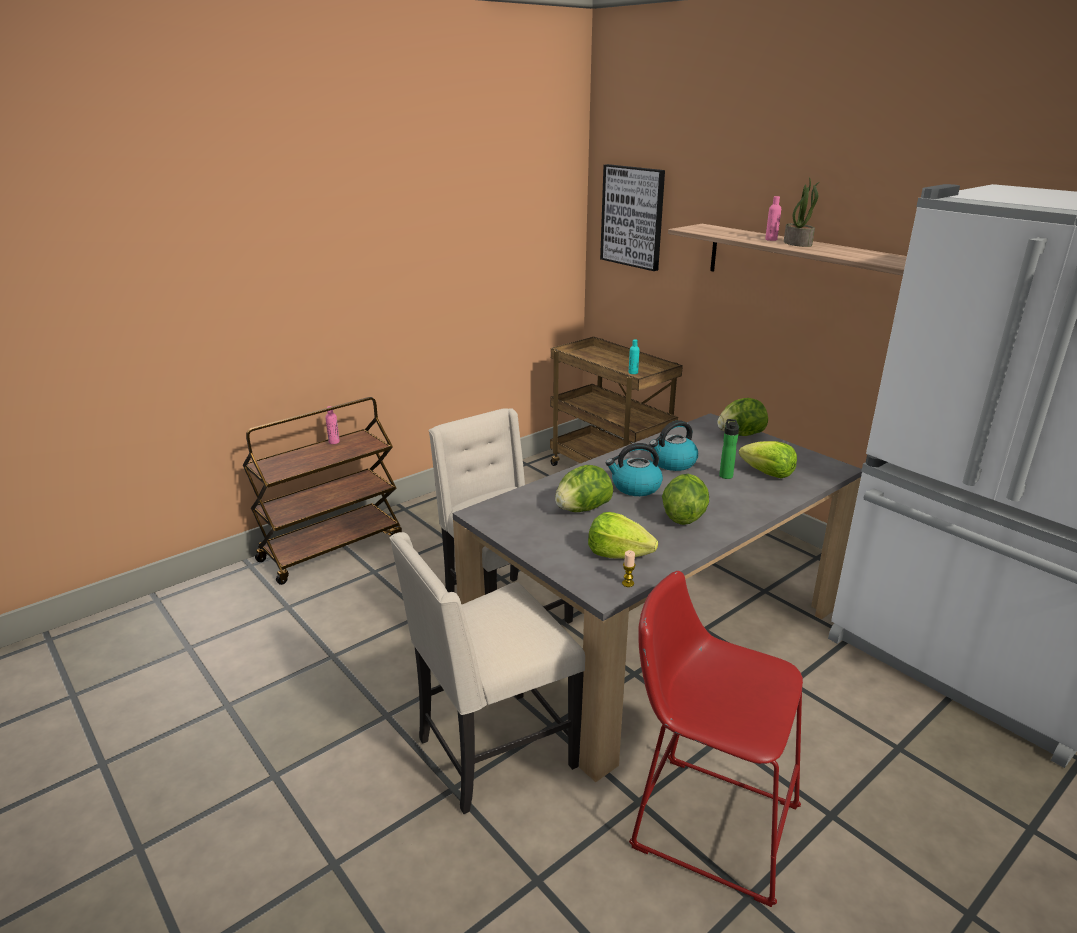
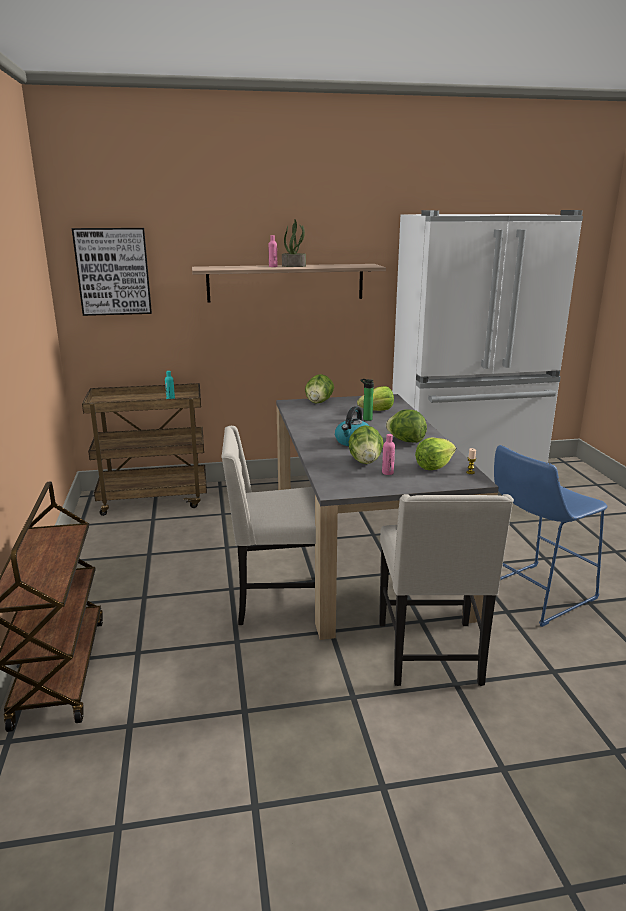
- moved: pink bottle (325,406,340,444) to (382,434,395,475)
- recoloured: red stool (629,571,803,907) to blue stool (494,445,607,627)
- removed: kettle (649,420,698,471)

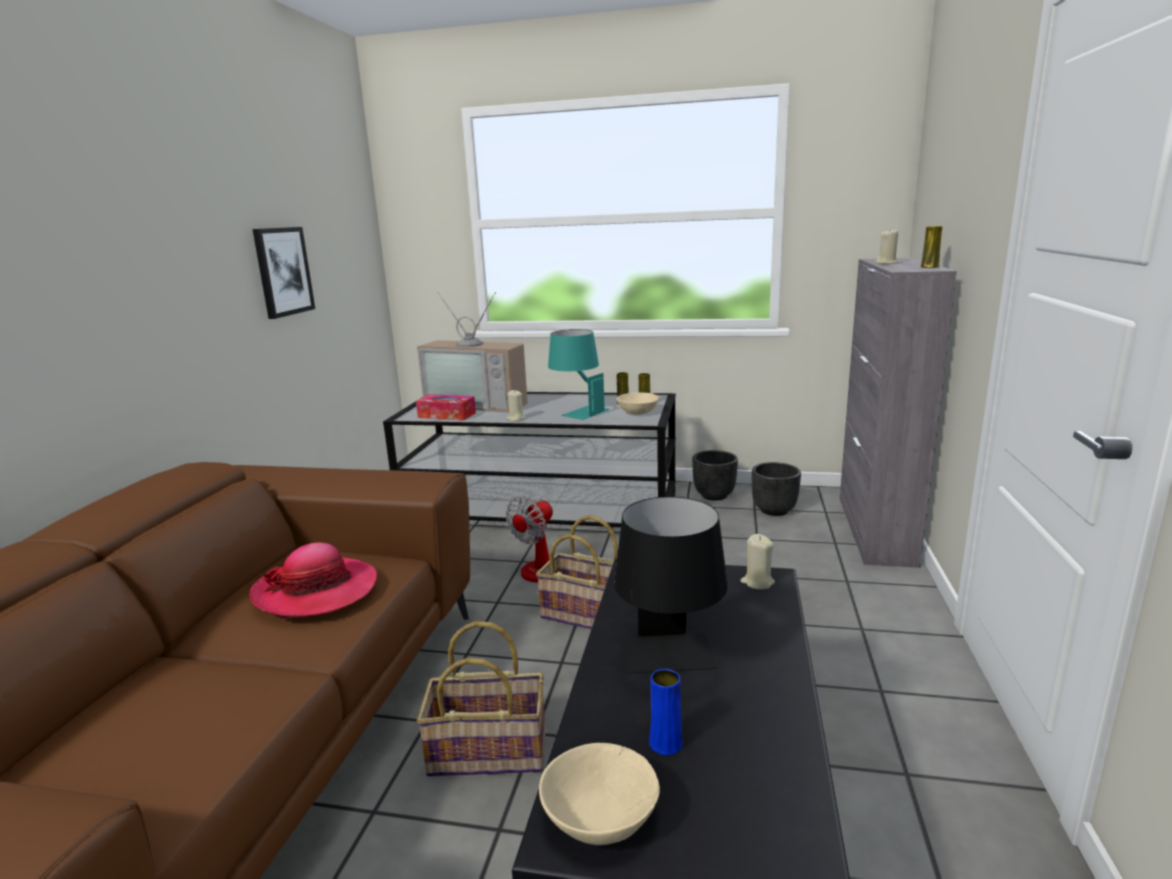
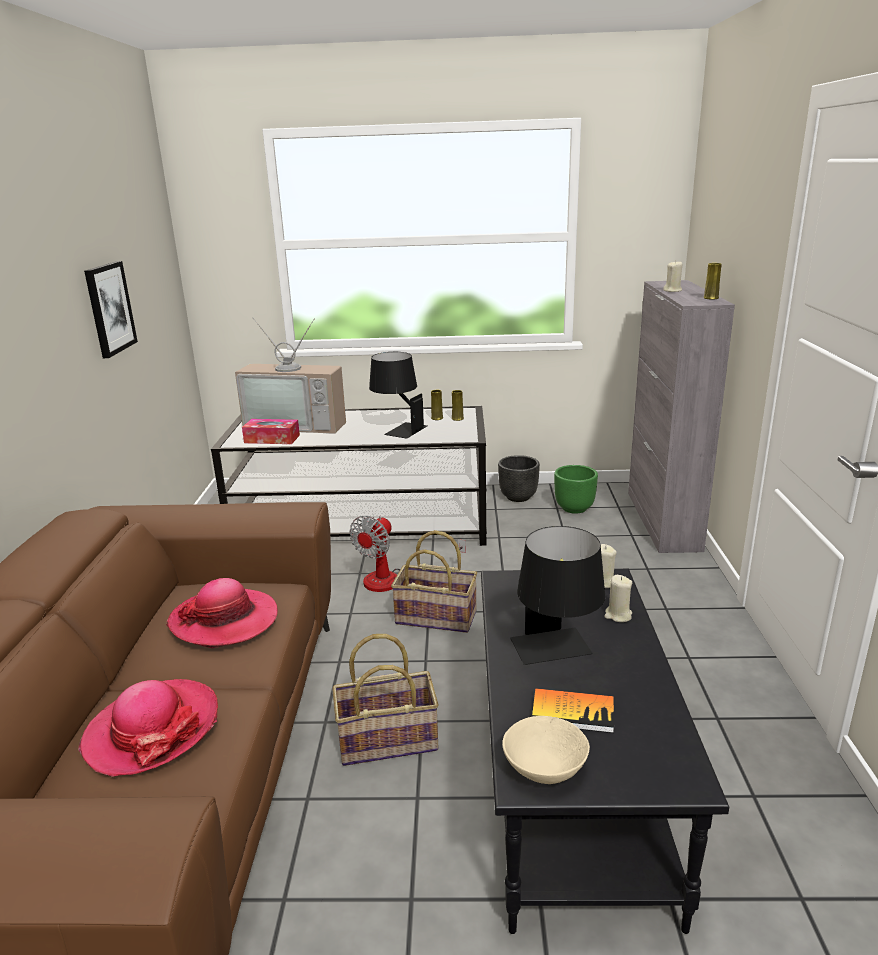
- added: hat (79,679,218,777)
- recoloured: turquoise table lamp (548,329,610,420) to black table lamp (369,352,427,439)
- replaced: blue vase (649,669,683,755) to book (532,688,614,733)
- recoloured: black planter (752,462,801,516) to green planter (554,465,598,514)
- moved: beige candle (506,390,526,421) to (604,575,632,622)
- removed: beige bowl (616,393,659,415)

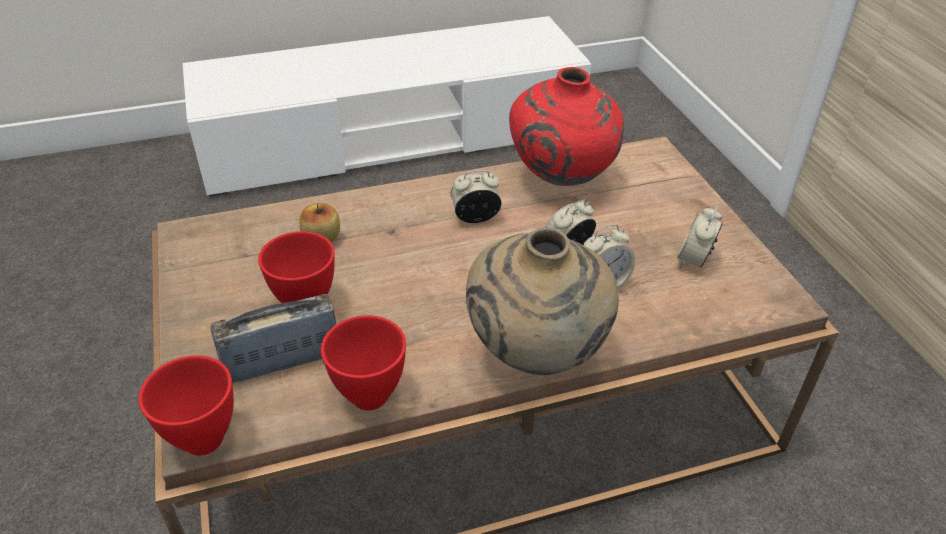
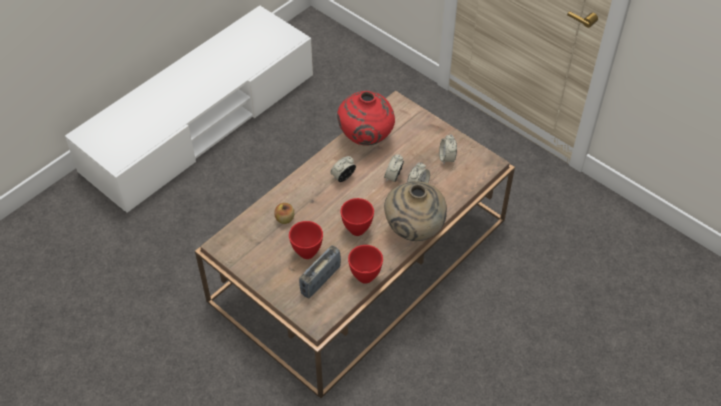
- moved: red bowl (139,355,234,455) to (341,198,374,236)

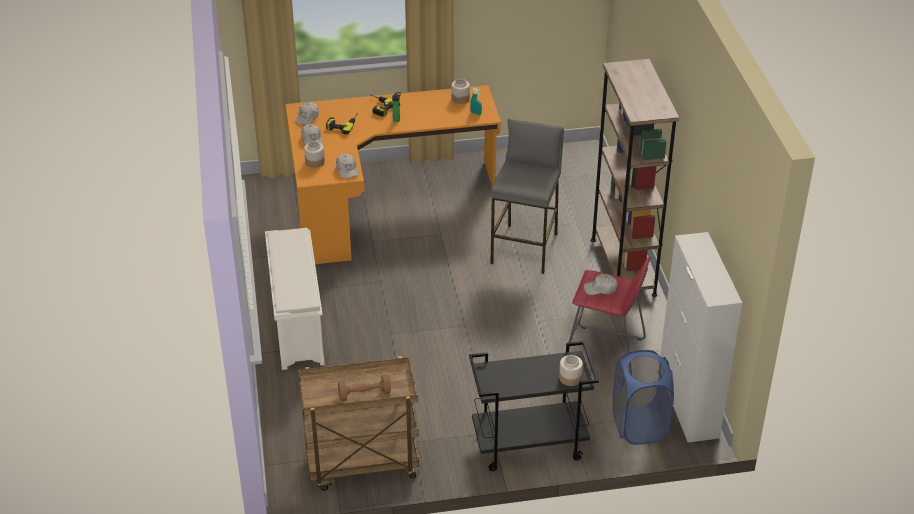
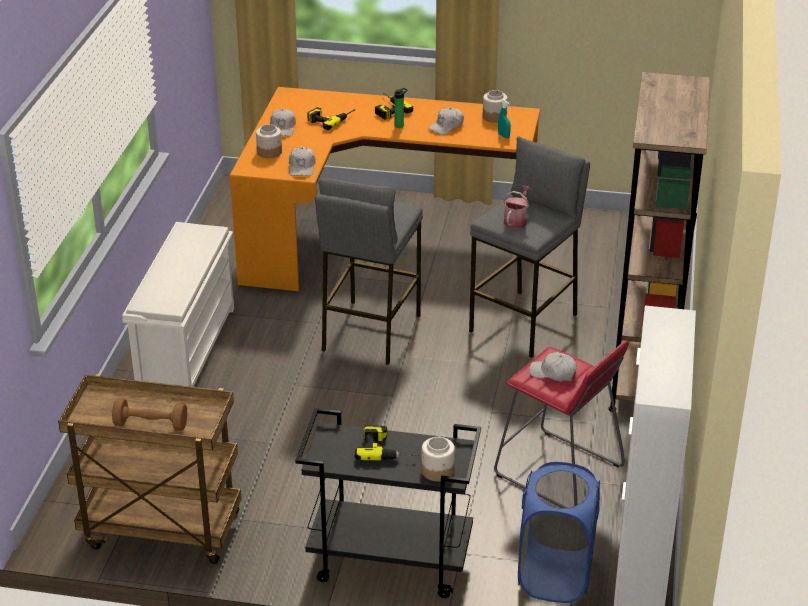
- added: grey stool (315,178,423,365)
- added: power drill (355,425,419,461)
- moved: white cap (295,102,319,125) to (428,107,464,135)
- added: watering can (503,185,532,229)

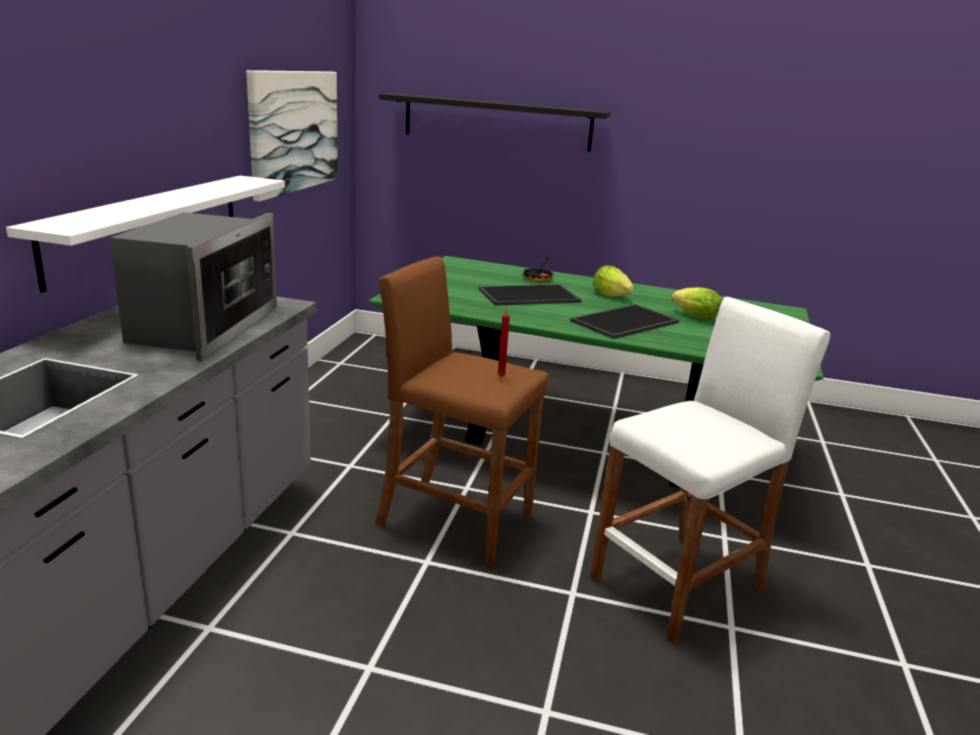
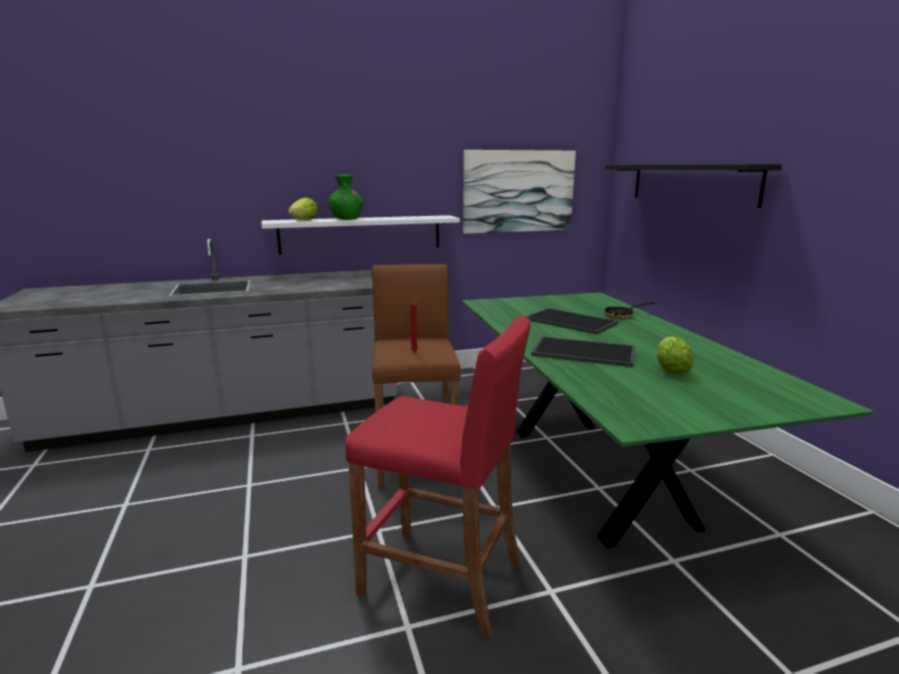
- moved: lettuce (593,265,634,297) to (288,198,318,220)
- added: green vase (328,174,363,220)
- recoloured: white stool (590,297,830,644) to red stool (345,316,530,638)
- removed: microwave (110,212,277,361)

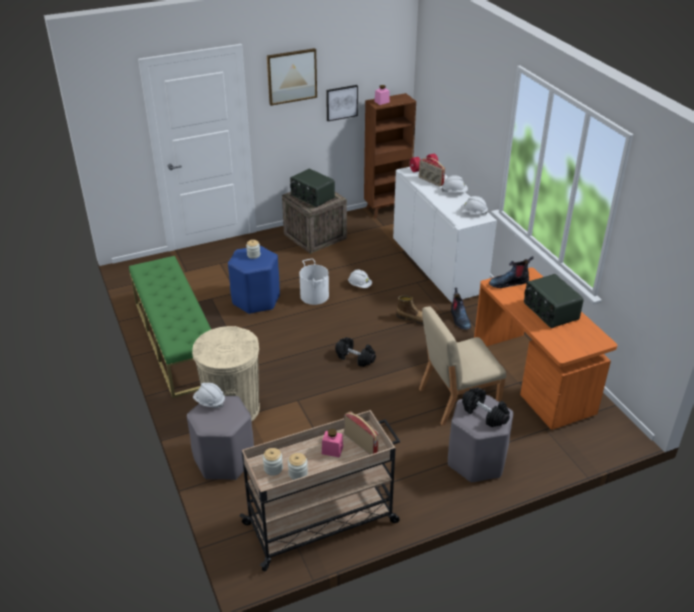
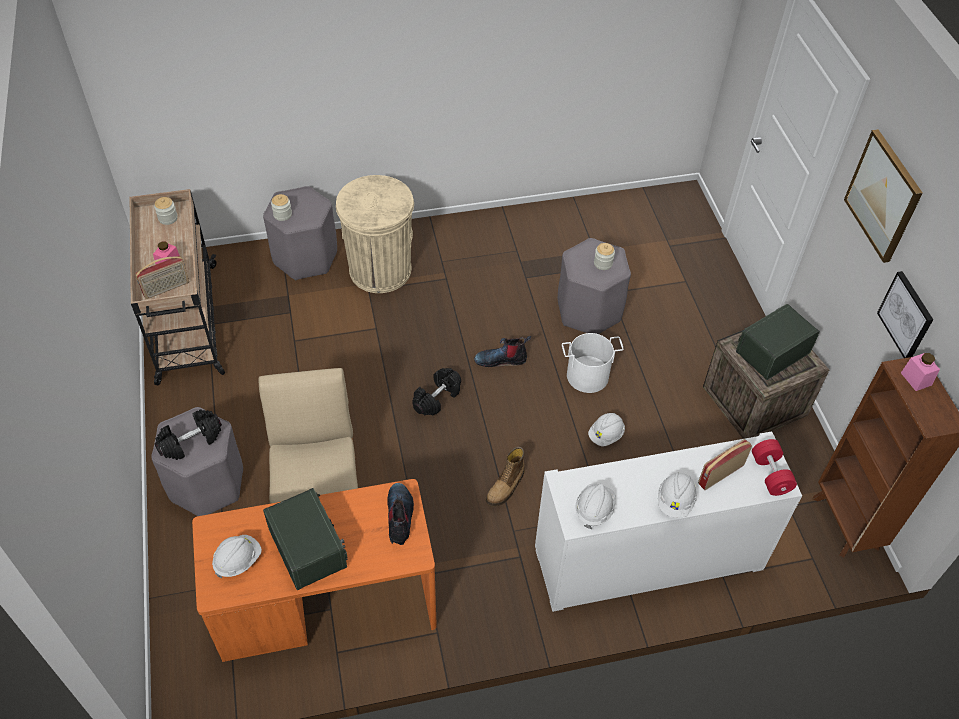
- moved: white hard hat (193,383,225,408) to (212,535,262,579)
- turned: radio (524,274,583,328) = (263,488,348,590) 75 degrees clockwise
- moved: jar (288,453,308,480) to (271,194,292,221)
- moved: boot (451,288,471,330) to (474,336,531,367)
- recoloured: blue stool (228,246,280,314) to grey stool (558,238,631,334)
- removed: green bench (129,256,211,398)

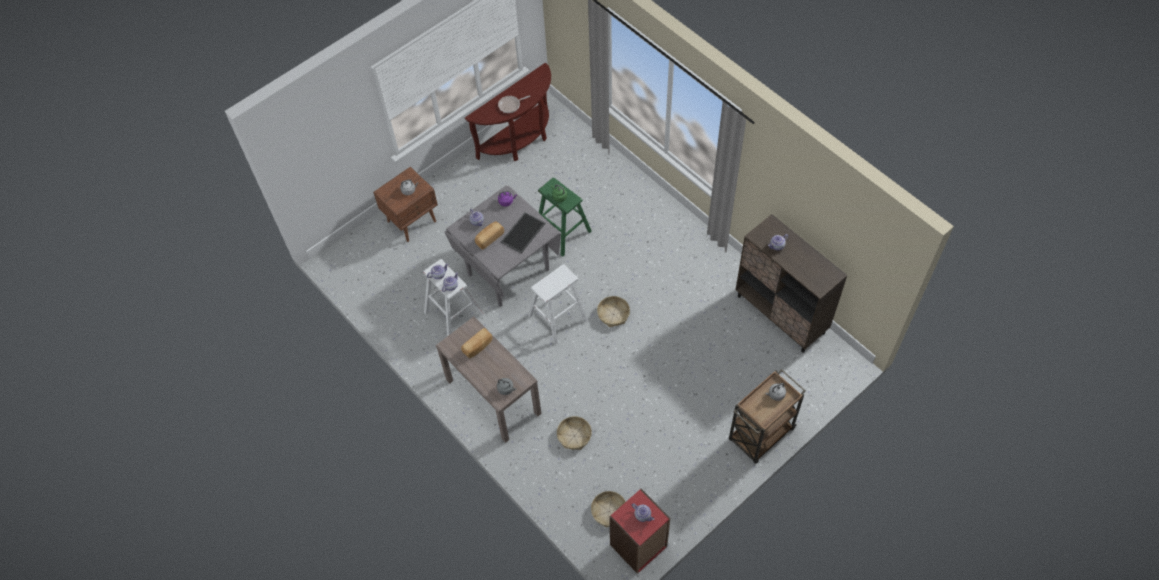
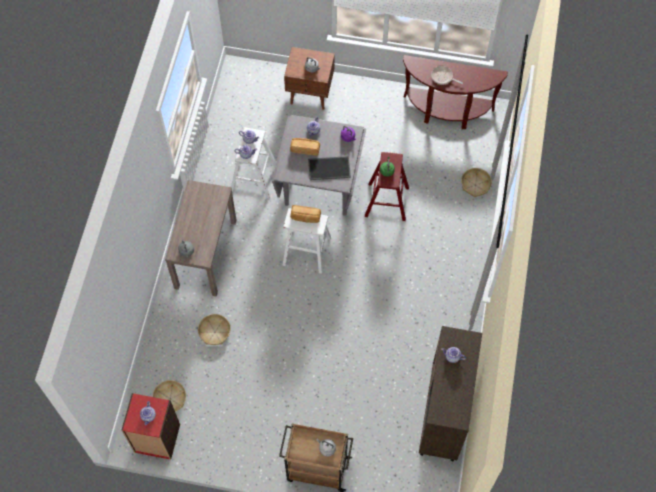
- moved: bread (461,328,492,358) to (290,205,321,223)
- recoloured: green stool (538,178,592,257) to red stool (365,152,409,221)
- moved: basket (597,296,630,327) to (461,168,492,197)

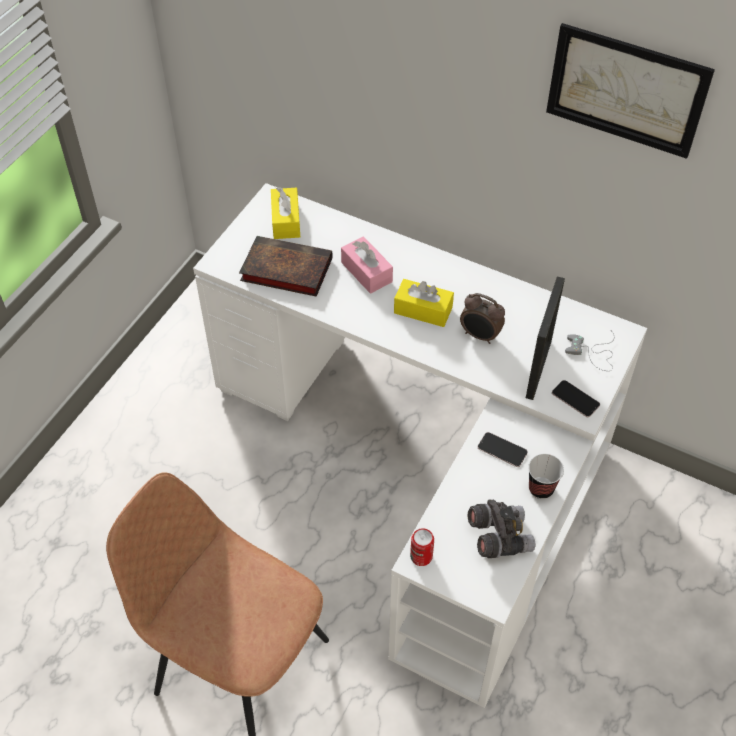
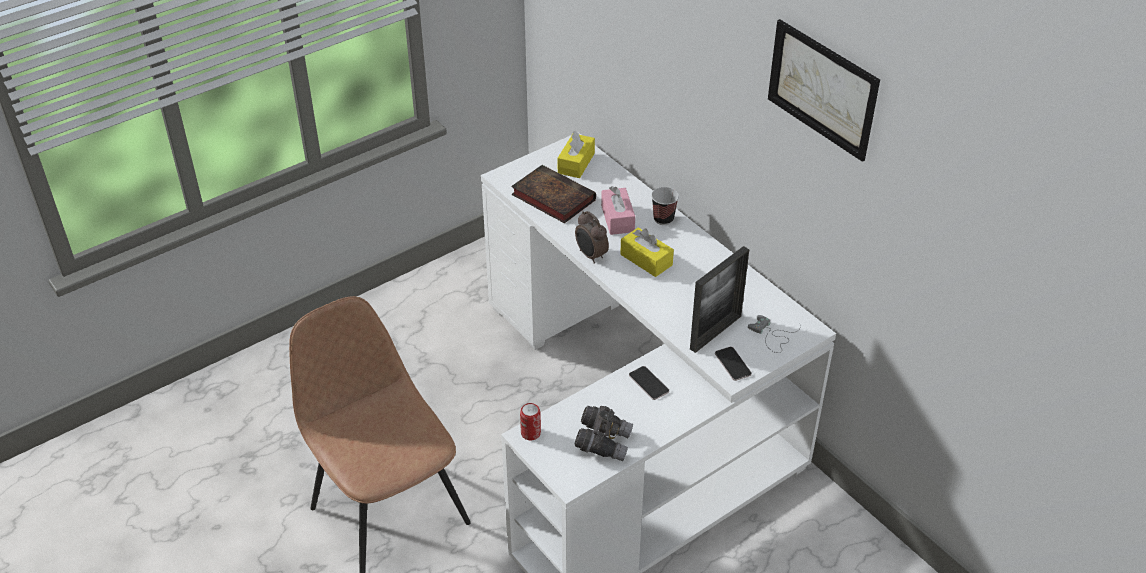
- moved: alarm clock (460,293,505,344) to (575,211,609,264)
- moved: cup (528,454,564,499) to (651,187,679,225)

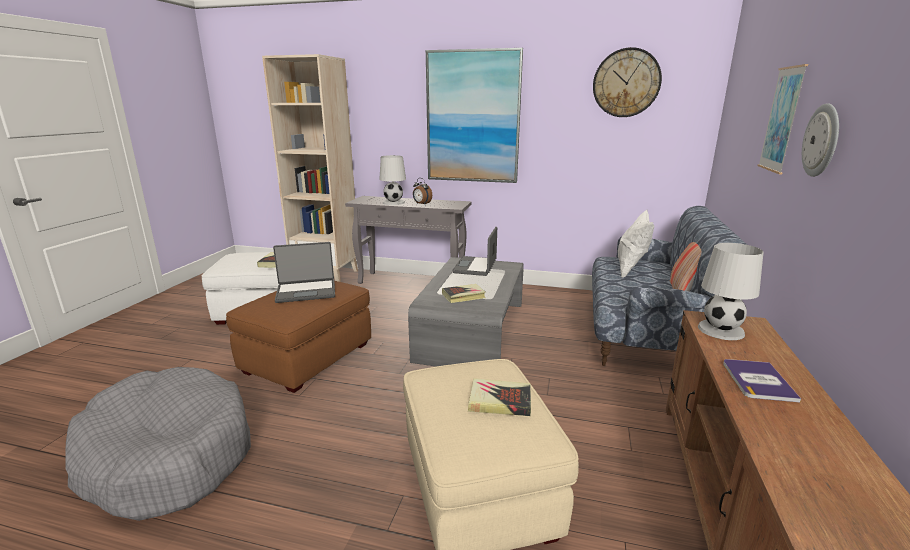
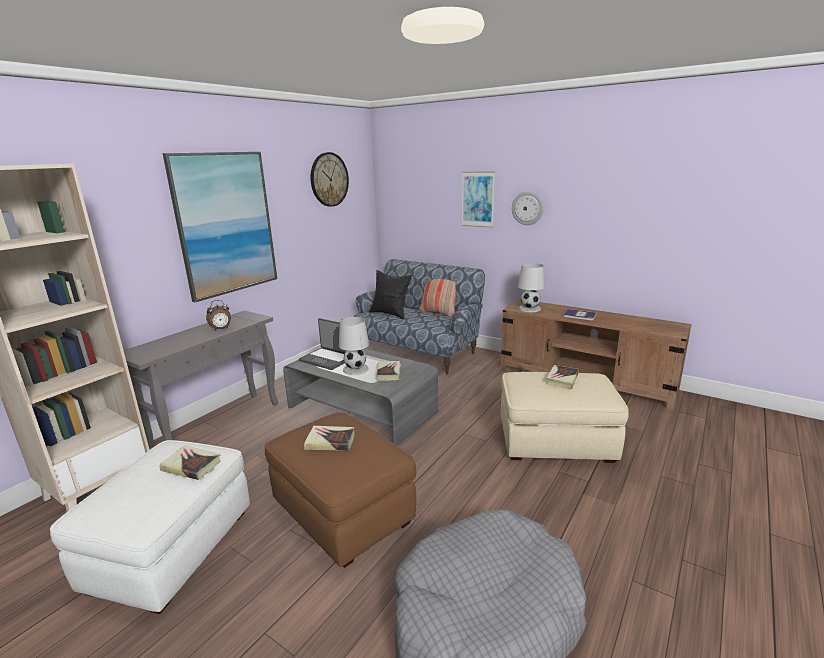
- replaced: laptop (273,242,335,303) to book (304,426,355,451)
- moved: white table lamp (379,155,406,205) to (339,317,369,375)
- recoloured: white pillow (618,210,654,278) to black pillow (369,270,412,320)

